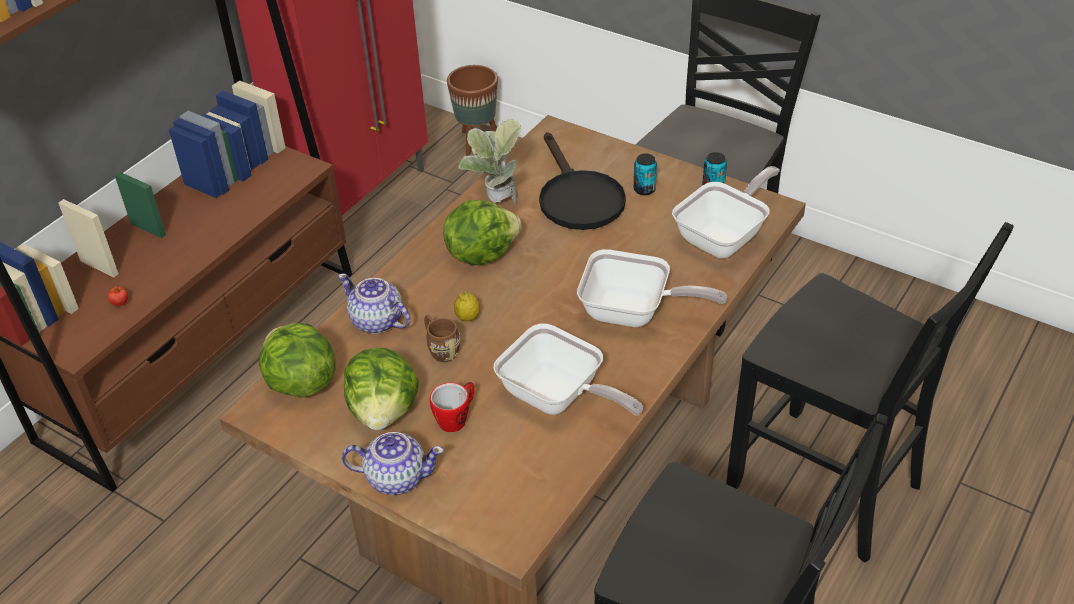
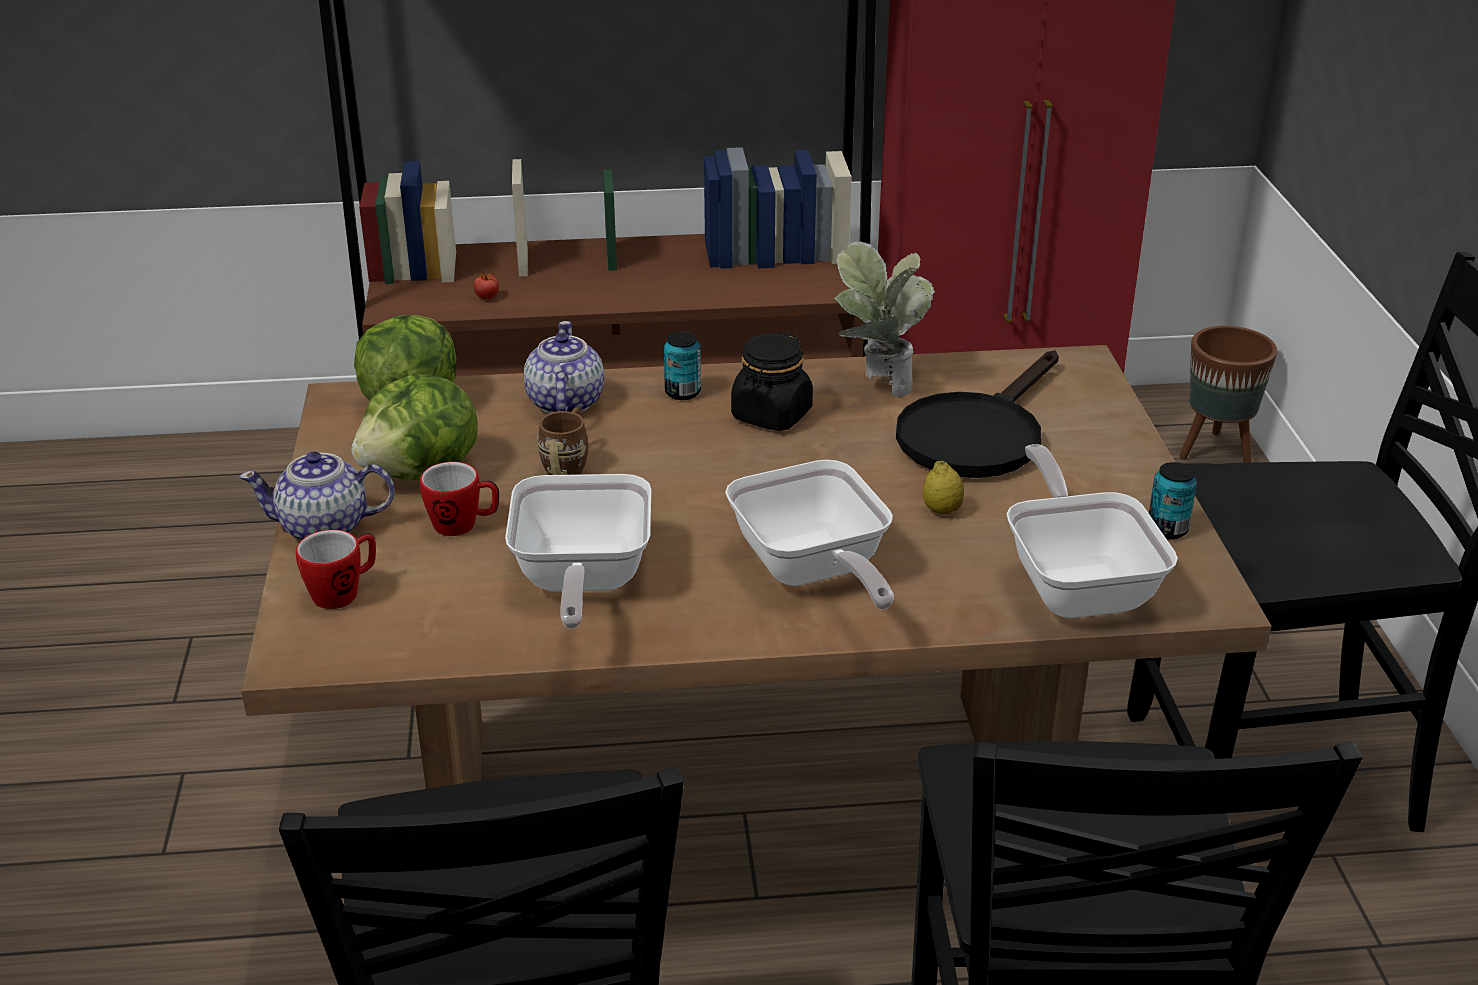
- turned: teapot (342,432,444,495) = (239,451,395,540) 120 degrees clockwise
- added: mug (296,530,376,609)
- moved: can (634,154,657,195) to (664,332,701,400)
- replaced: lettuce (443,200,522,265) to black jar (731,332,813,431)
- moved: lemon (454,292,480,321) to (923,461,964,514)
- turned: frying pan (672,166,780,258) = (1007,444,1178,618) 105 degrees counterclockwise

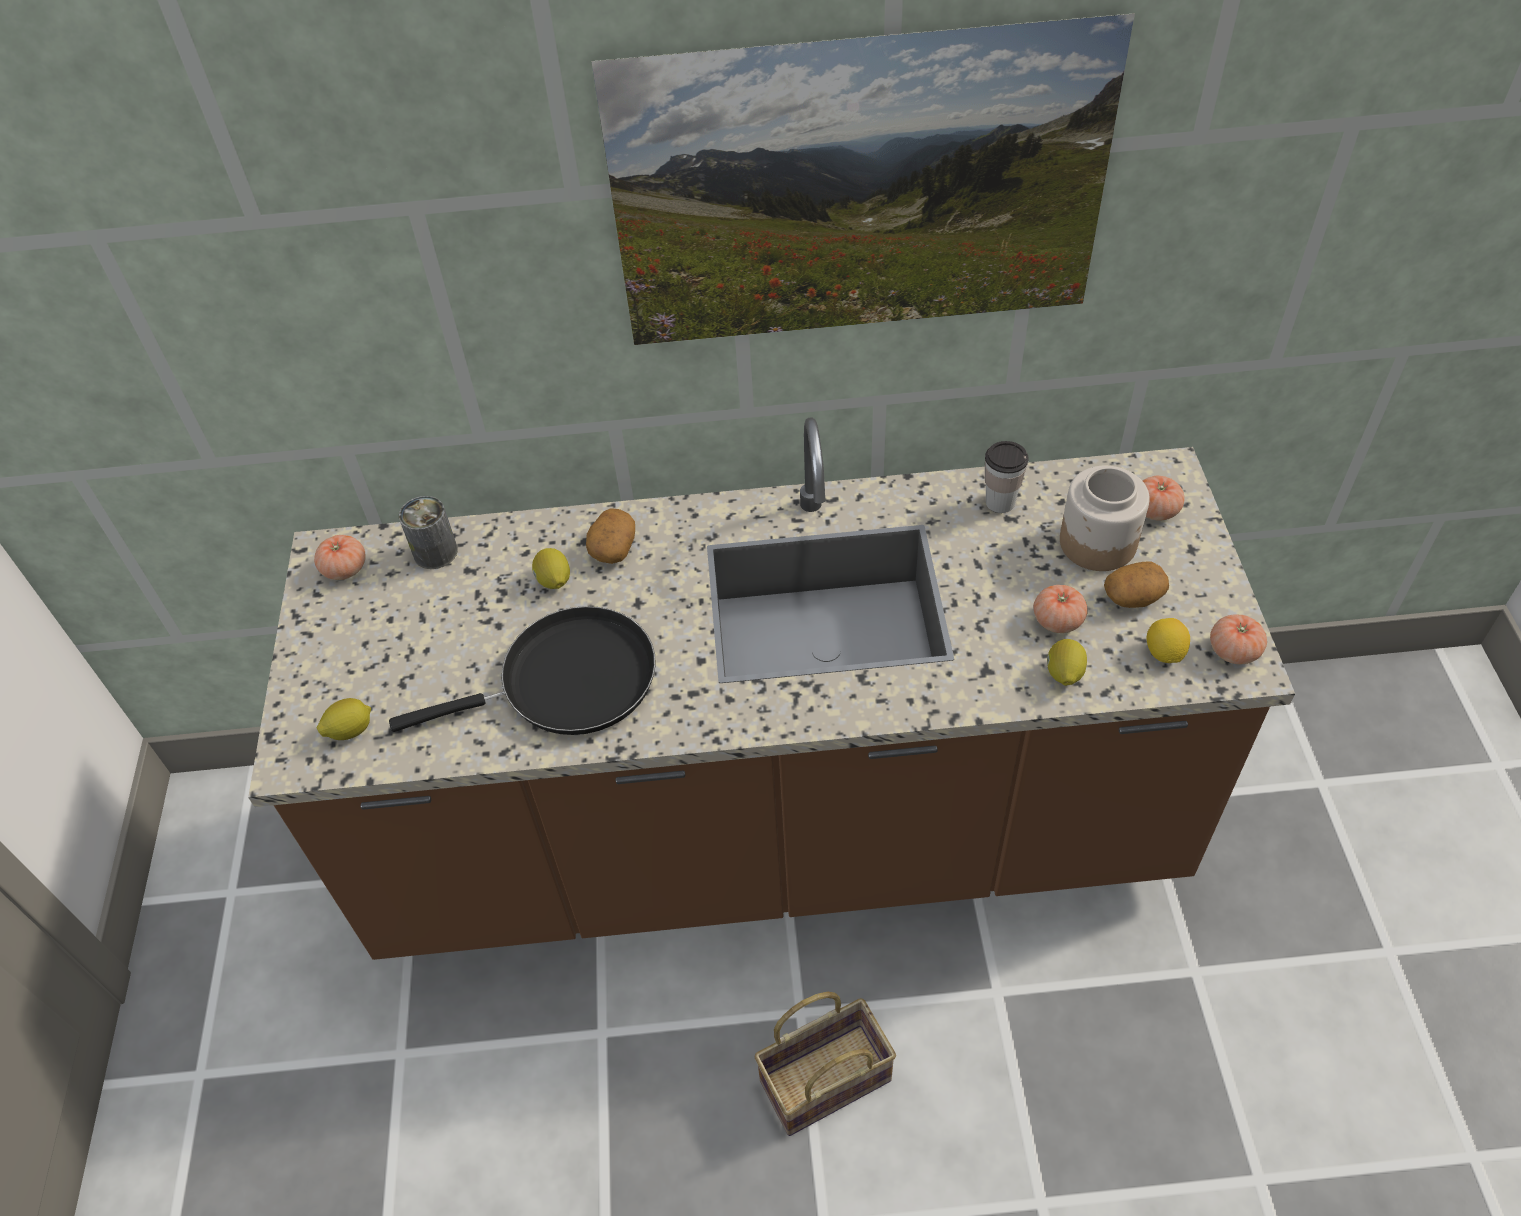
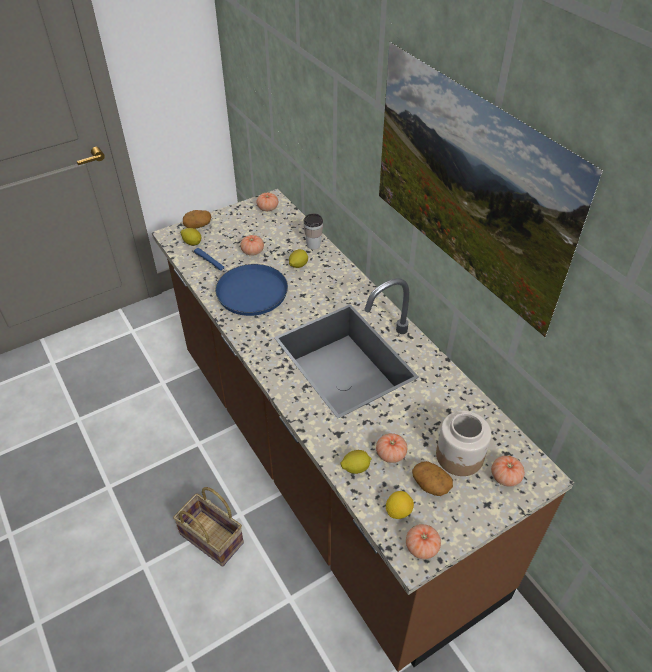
- moved: potato (586,508,635,564) to (183,210,211,229)
- recoloured: black frying pan (389,606,656,735) to blue frying pan (194,248,288,316)
- added: tomato (240,235,264,256)
- moved: cup (985,441,1029,513) to (304,213,323,249)
- removed: can (399,496,458,569)

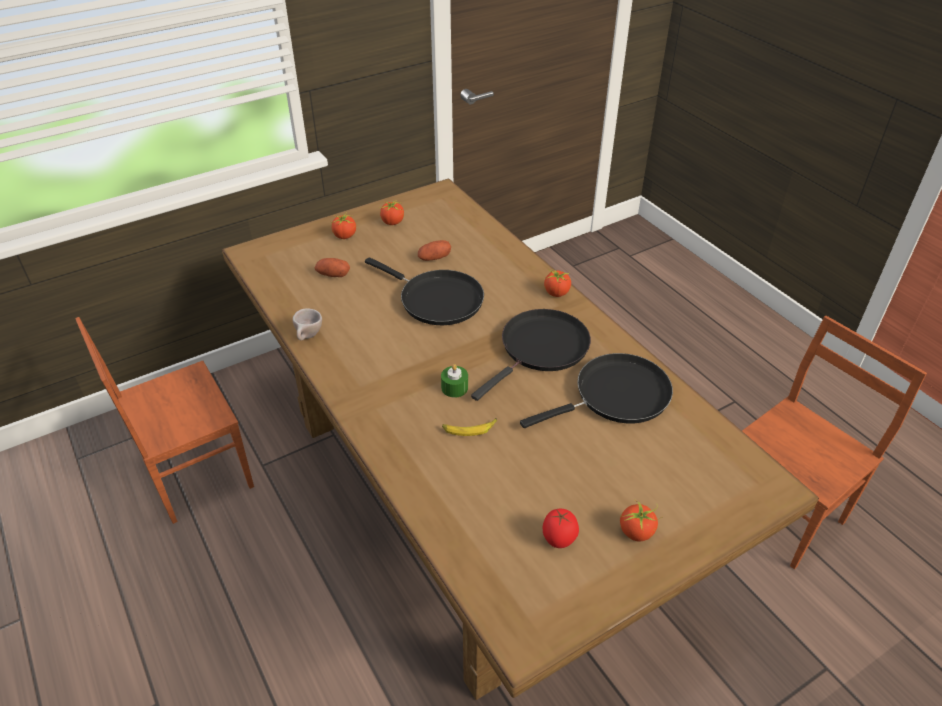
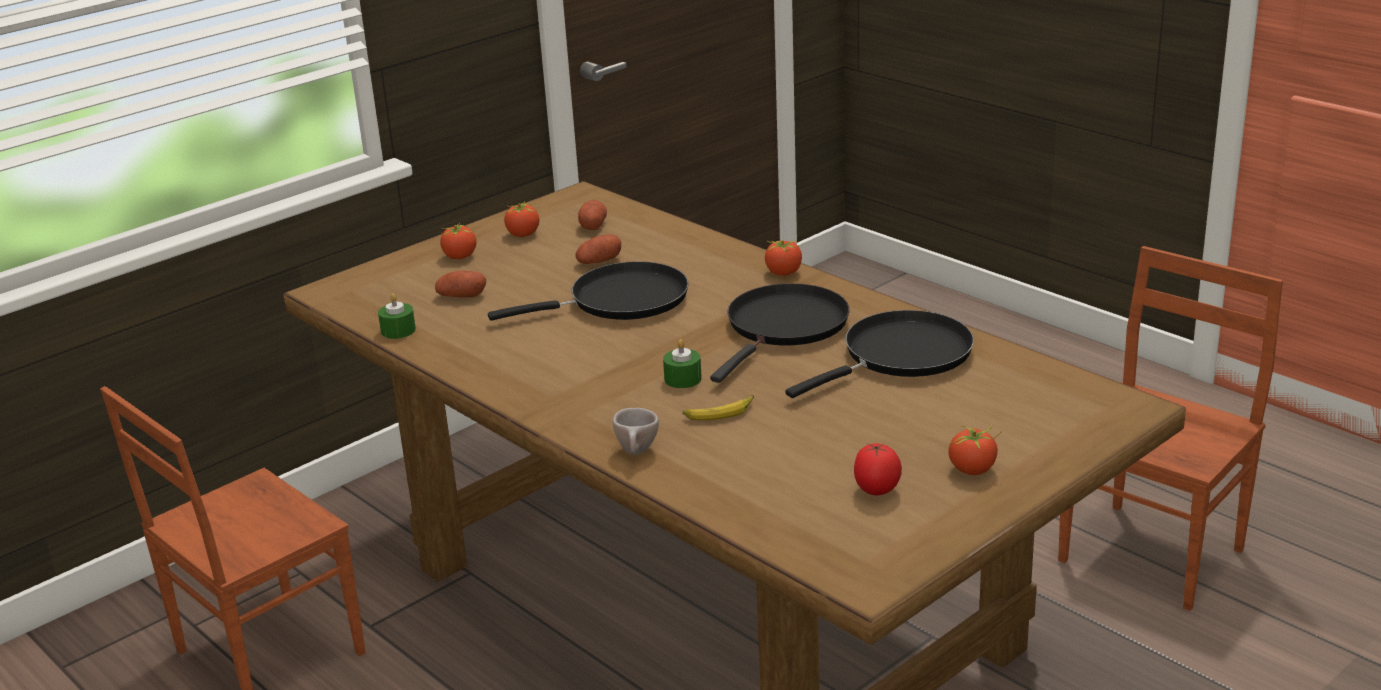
- added: green candle (378,293,416,339)
- turned: black frying pan (365,257,484,325) = (488,261,689,321) 45 degrees counterclockwise
- added: potato (578,200,607,230)
- moved: beige cup (292,308,322,340) to (613,408,659,455)

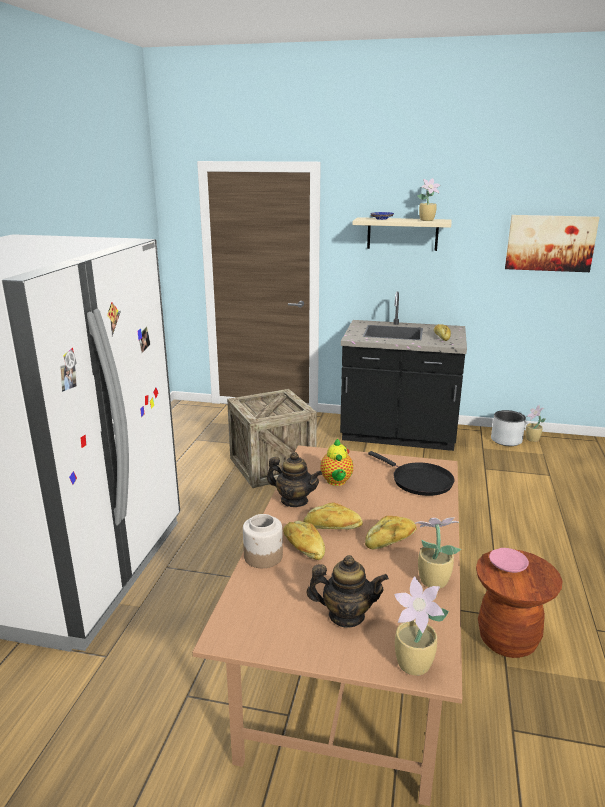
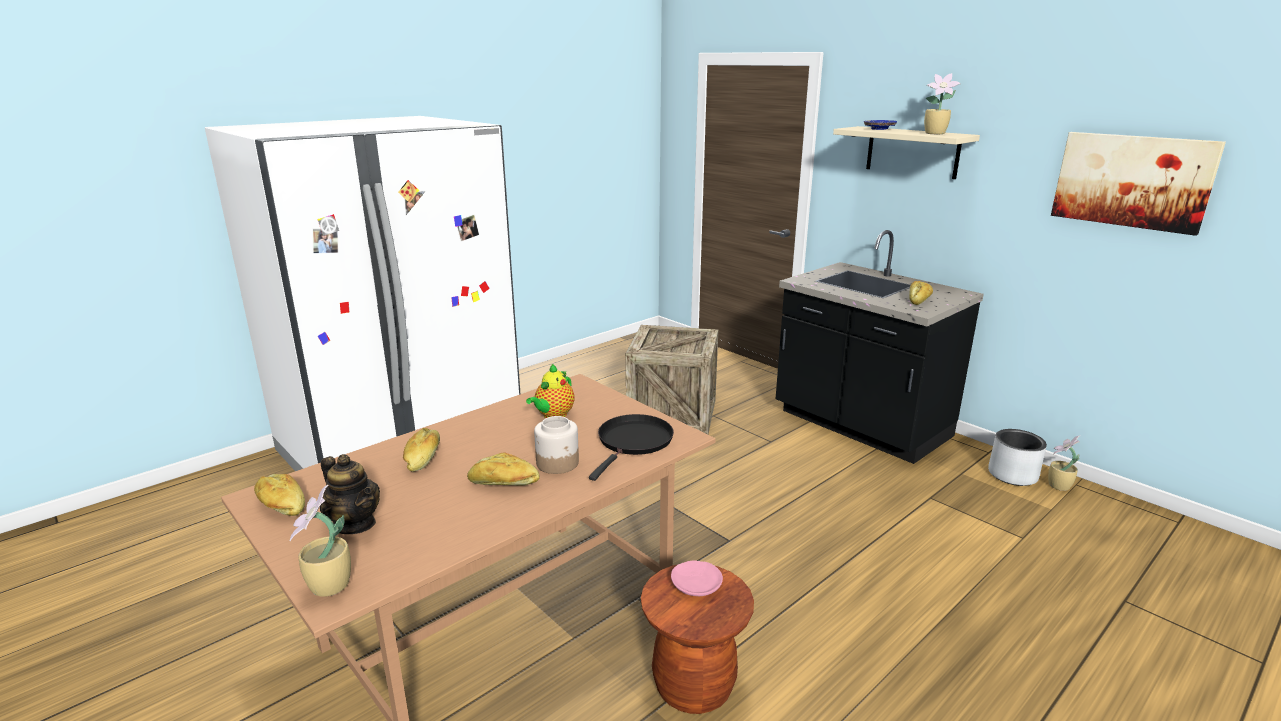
- moved: bread (304,502,363,529) to (254,474,305,516)
- moved: jar (243,514,283,568) to (534,416,579,474)
- turned: black frying pan (368,451,454,496) = (589,414,674,481) 150 degrees counterclockwise
- removed: teapot (267,452,322,507)
- removed: potted plant (415,517,461,588)

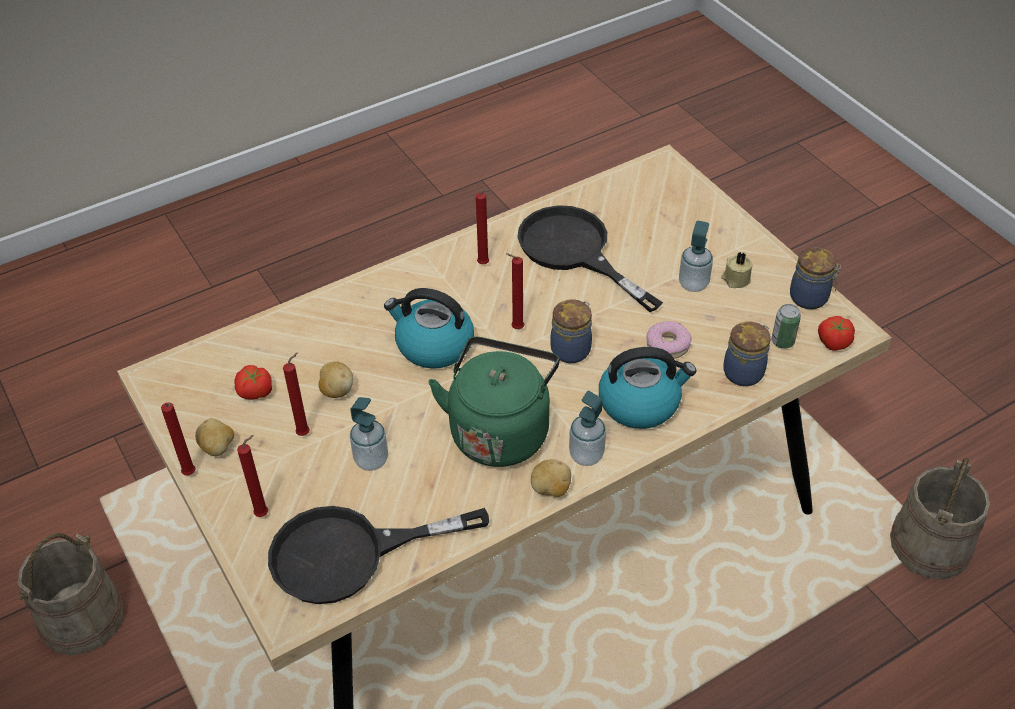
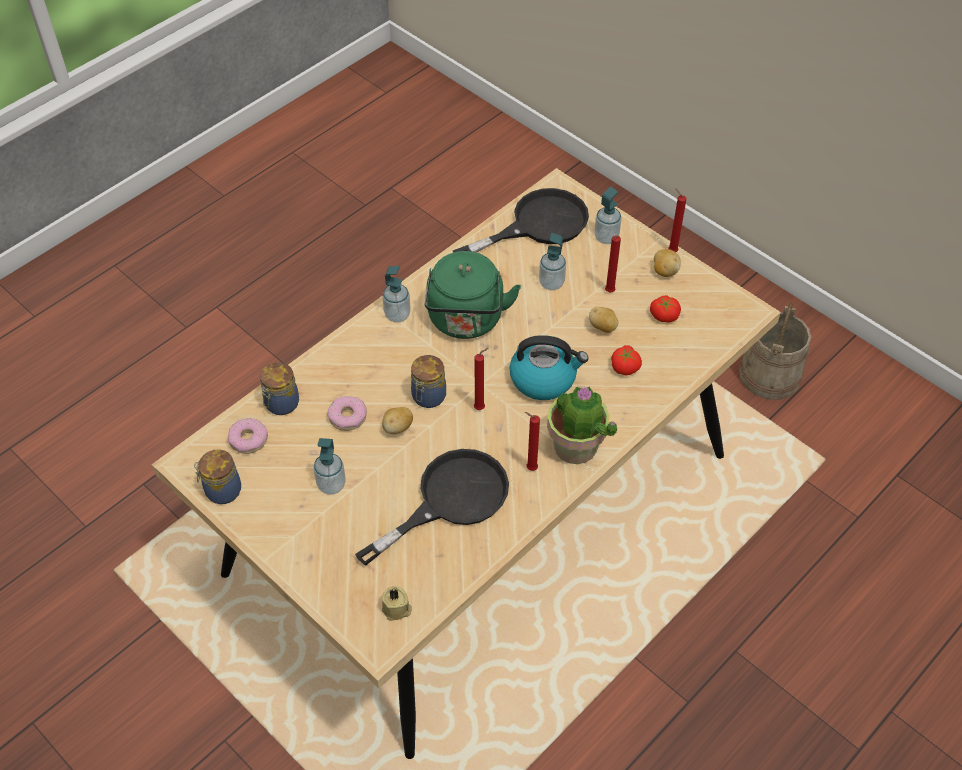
- replaced: can (771,304,801,349) to donut (228,418,268,454)
- turned: black frying pan (517,205,663,312) = (355,449,509,565) 75 degrees counterclockwise
- moved: potato (531,459,571,497) to (382,407,413,434)
- moved: beige candle (721,252,753,288) to (382,586,412,621)
- added: potted plant (547,387,618,464)
- replaced: red candle (237,435,268,517) to soap dispenser (594,187,622,244)
- moved: tomato (818,316,855,351) to (611,345,642,376)
- removed: kettle (599,347,696,429)
- removed: beige bucket (890,457,990,580)

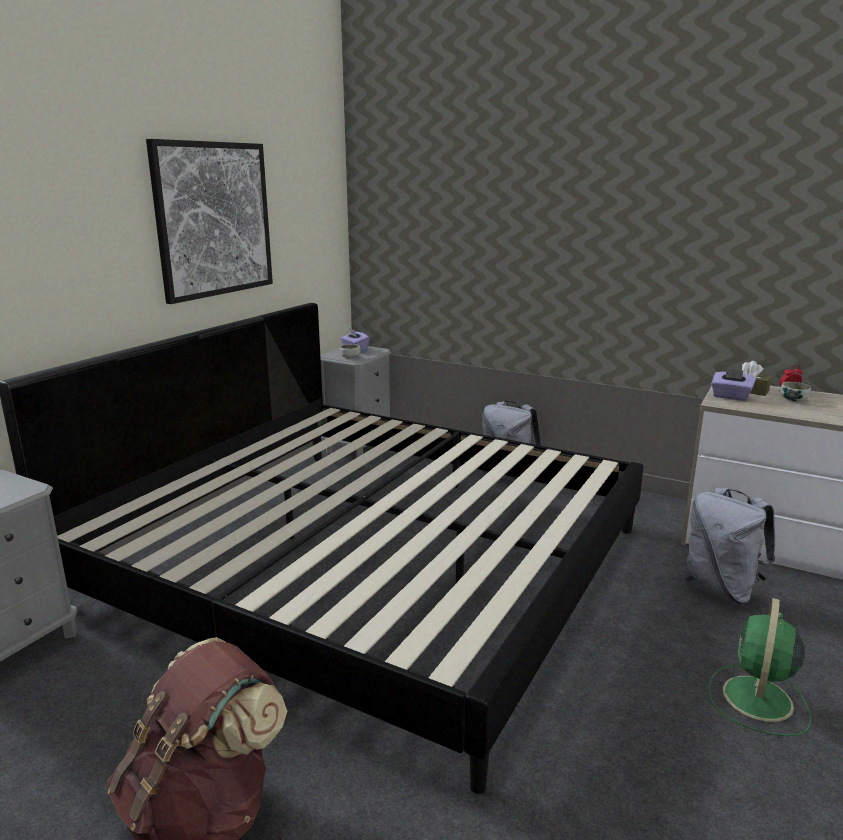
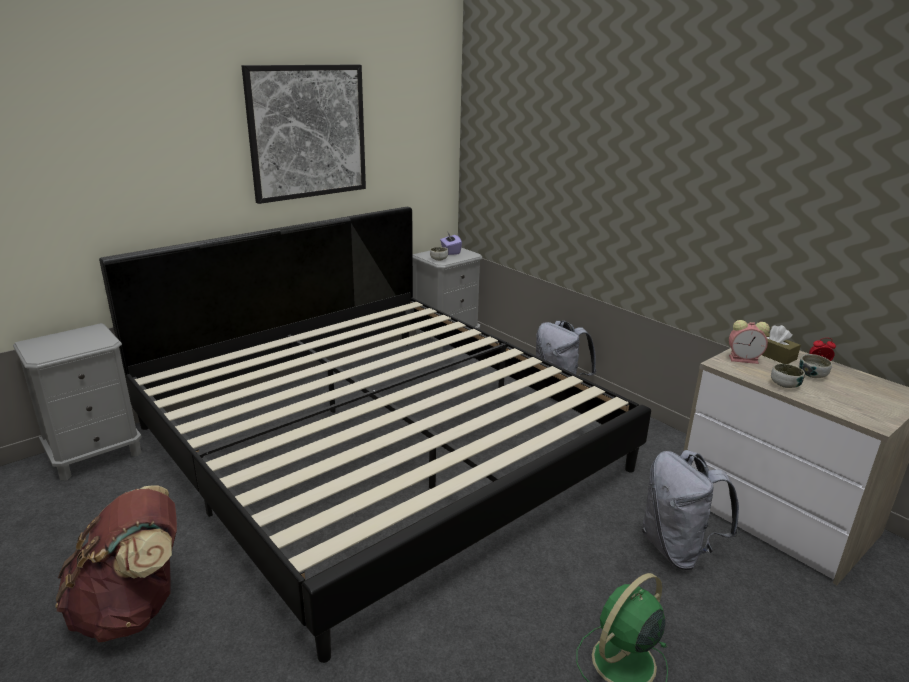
- replaced: purple tissue box (711,368,756,401) to alarm clock (729,320,770,364)
- added: bowl (771,364,805,388)

